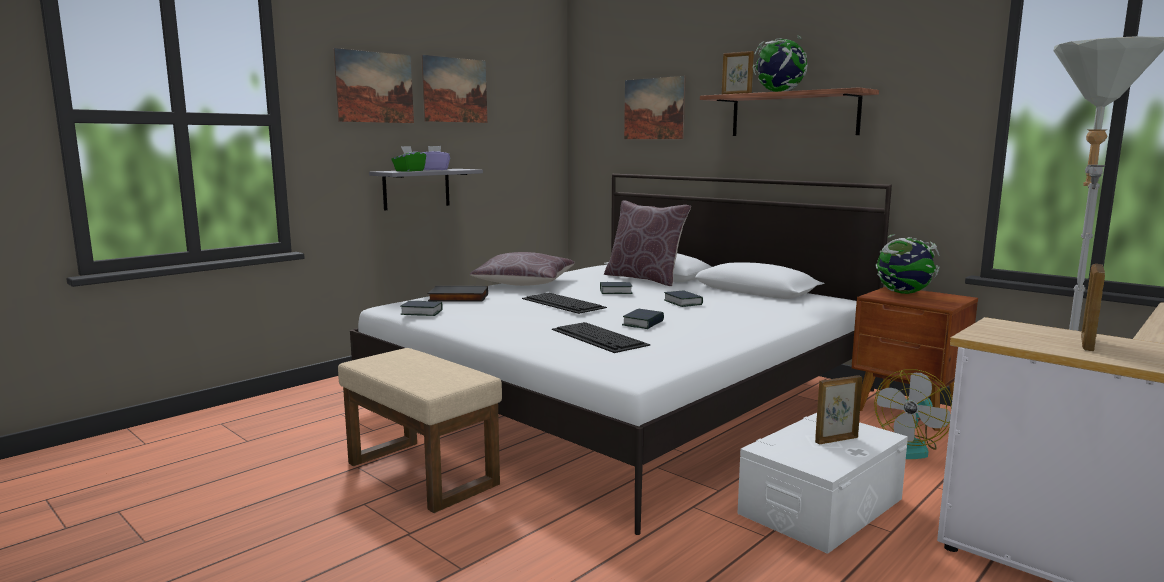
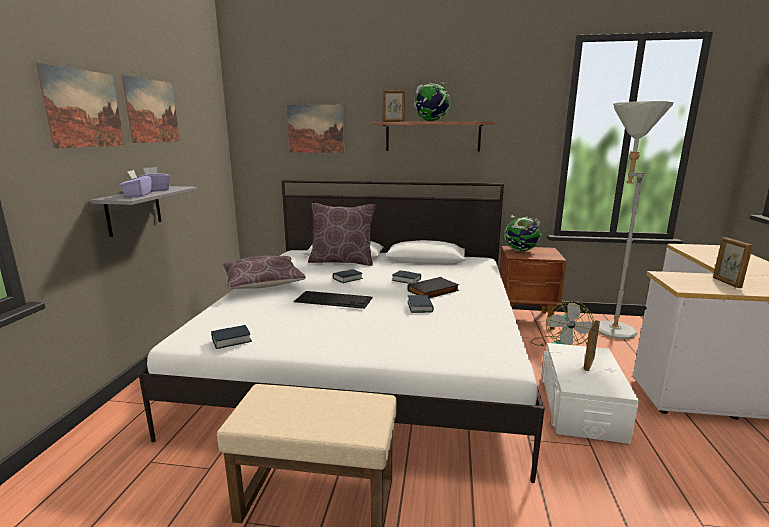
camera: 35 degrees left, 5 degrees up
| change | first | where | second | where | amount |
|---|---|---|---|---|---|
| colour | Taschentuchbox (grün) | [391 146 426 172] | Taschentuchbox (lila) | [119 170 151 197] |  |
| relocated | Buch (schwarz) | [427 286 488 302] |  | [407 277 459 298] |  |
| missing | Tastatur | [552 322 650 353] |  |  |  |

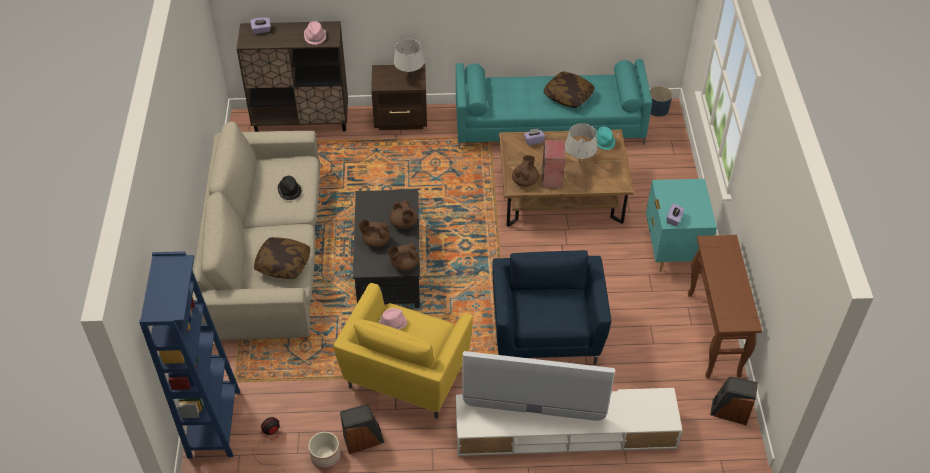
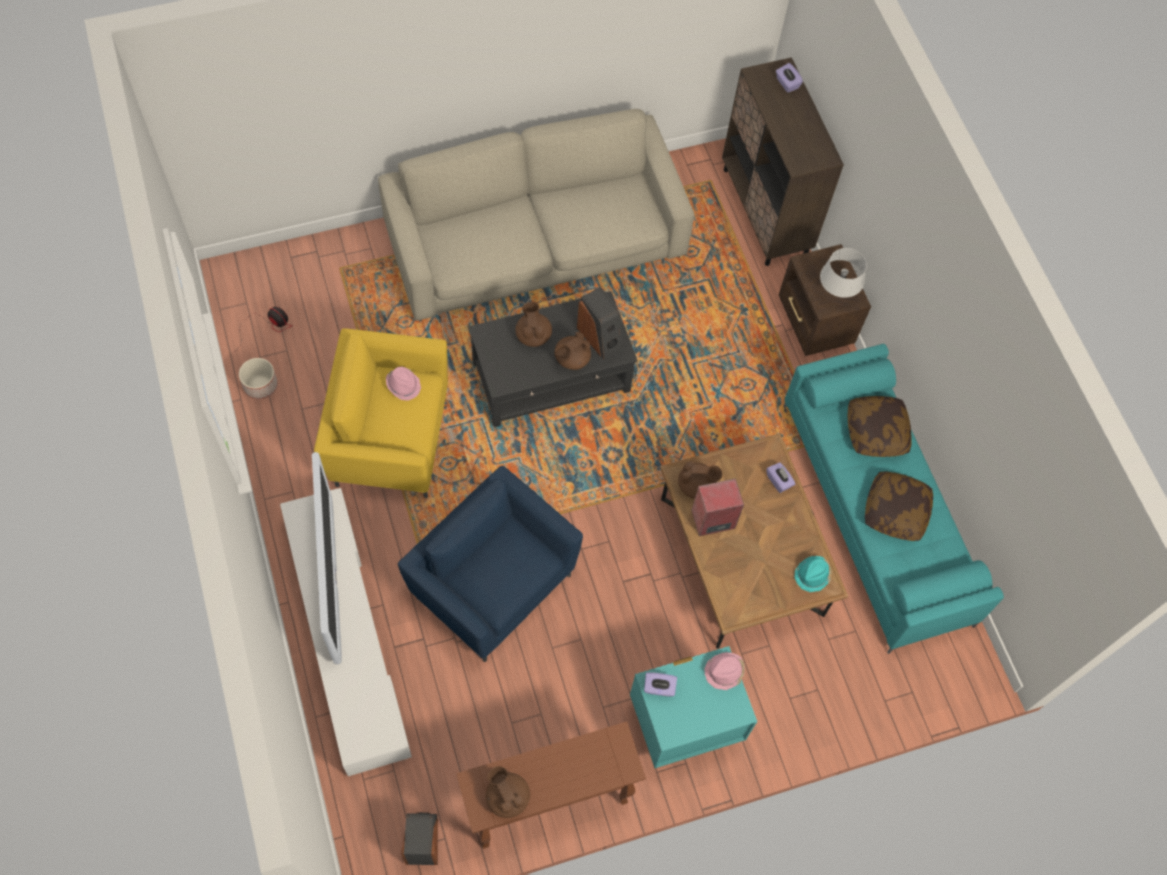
camera: 70 degrees right, 15 degrees up
| change | first | where | second | where | amount |
|---|---|---|---|---|---|
| relocated | Hut (rosa) | [304 21 326 45] |  | [704 652 745 690] |  |
| missing | Pflanzkübel (blau) | [650 86 672 117] |  |  |  |
| missing | Tischlampe (grau) | [565 123 597 163] |  |  |  |
| missing | Hut (schwarz) | [277 176 302 200] |  |  |  |
| relocated | Kissen | [254 237 310 279] |  | [847 396 912 457] |  |
| relocated | Teekanne (braun) | [387 242 419 271] |  | [486 766 530 818] |  |
| spun | Sessel (blau) | [493 250 612 365] |  | [398 466 583 662] | 120 degrees counterclockwise |
| missing | Bücherregal (blau) | [139 251 240 459] |  |  |  |
| relocated | Lautsprecher | [340 405 385 454] |  | [577 287 622 360] |  |

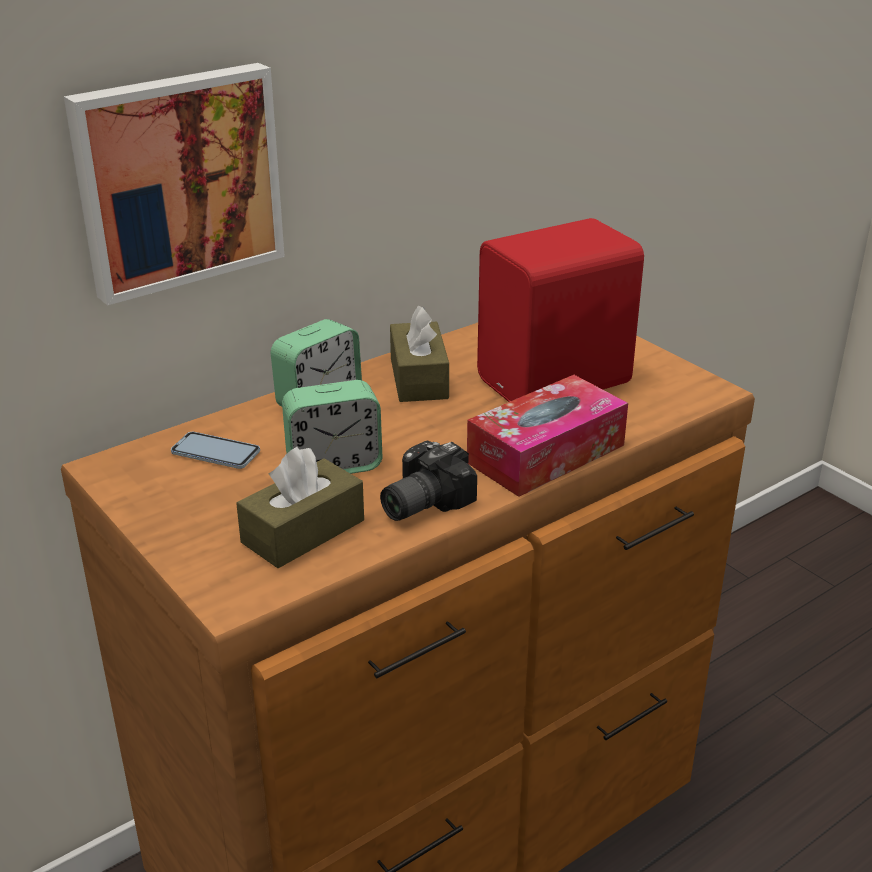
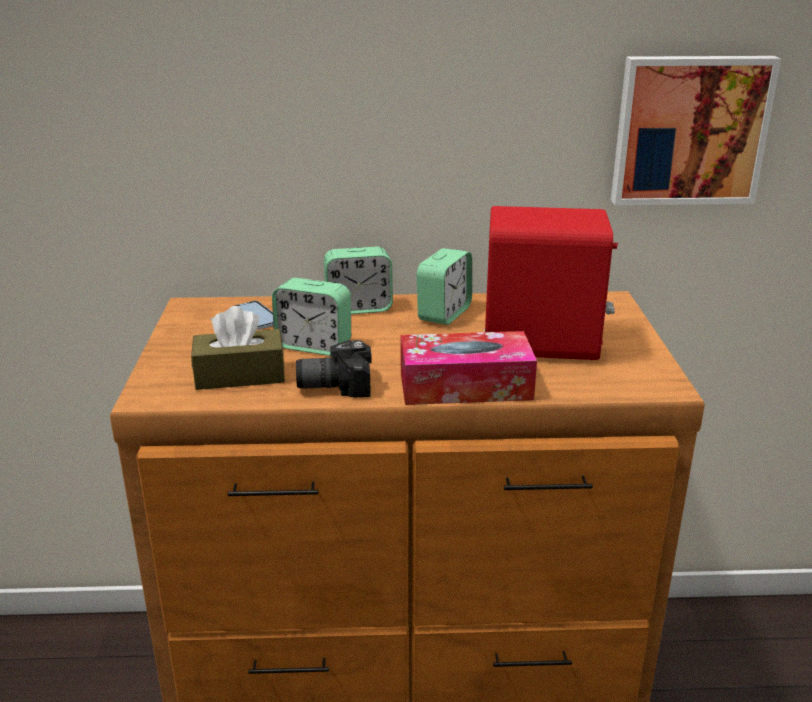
camera: 35 degrees right, 5 degrees down
| change | first | where | second | where | amount |
|---|---|---|---|---|---|
| relocated | Bild | [64 63 285 306] |  | [611 56 781 205] |  |
| exchanged | Taschentuchbox (braun) | [390 306 449 402] | Wecker | [417 248 472 325] |  |

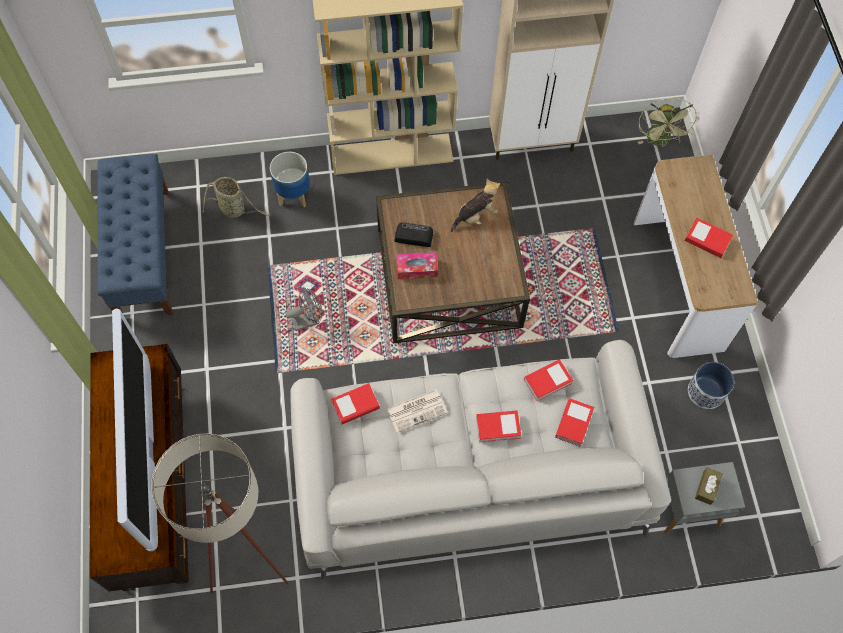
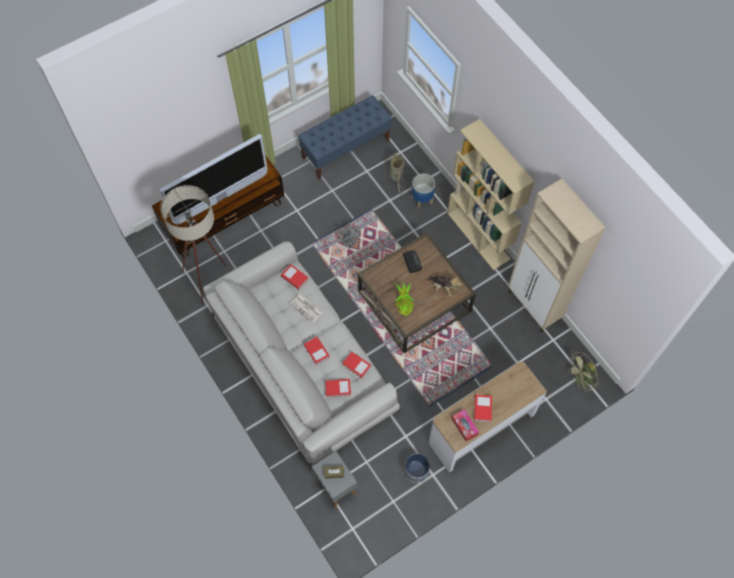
camera: 65 degrees right, 0 degrees up
| change | first | where | second | where | amount |
|---|---|---|---|---|---|
| relocated | Taschentuchbox | [396 252 438 279] |  | [452 409 479 441] |  |
| appeared |  |  | Topfpflanze | [395 281 414 316] |  |

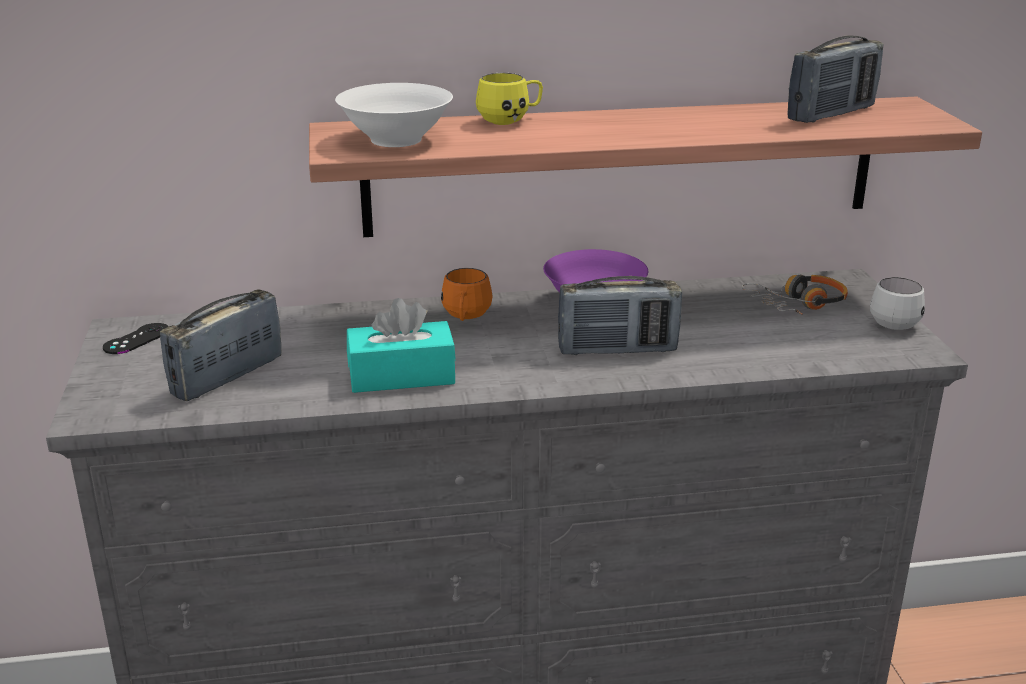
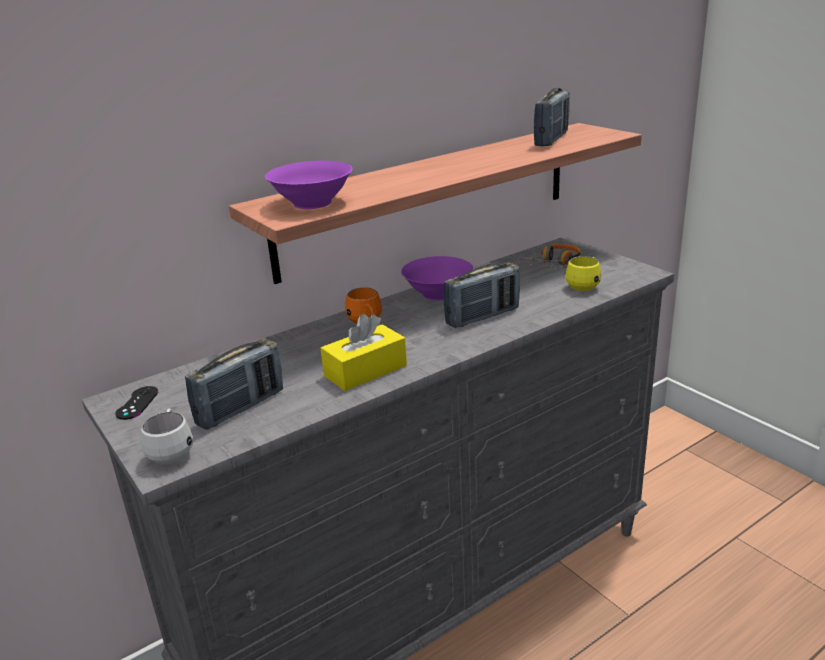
camera: 25 degrees left, 0 degrees up
| change | first | where | second | where | amount |
|---|---|---|---|---|---|
| relocated | Henkelbecher (gelb) | [476 73 543 125] |  | [565 256 601 291] |  |
| colour | Schüssel (weiß) | [335 83 453 147] | Schüssel (lila) | [265 161 352 209] |  |
| relocated | Henkelbecher (weiß) | [870 277 925 330] |  | [141 409 193 465] |  |
| spun | Radio | [160 289 281 401] |  | [185 339 283 430] | 150 degrees counterclockwise |
| colour | Taschentuchbox (türkis) | [347 298 456 393] | Taschentuchbox (gelb) | [321 314 407 391] |  |

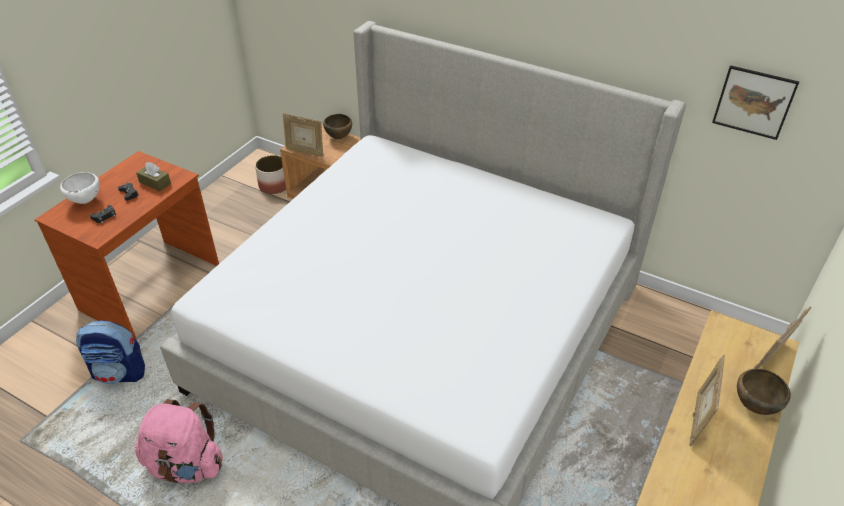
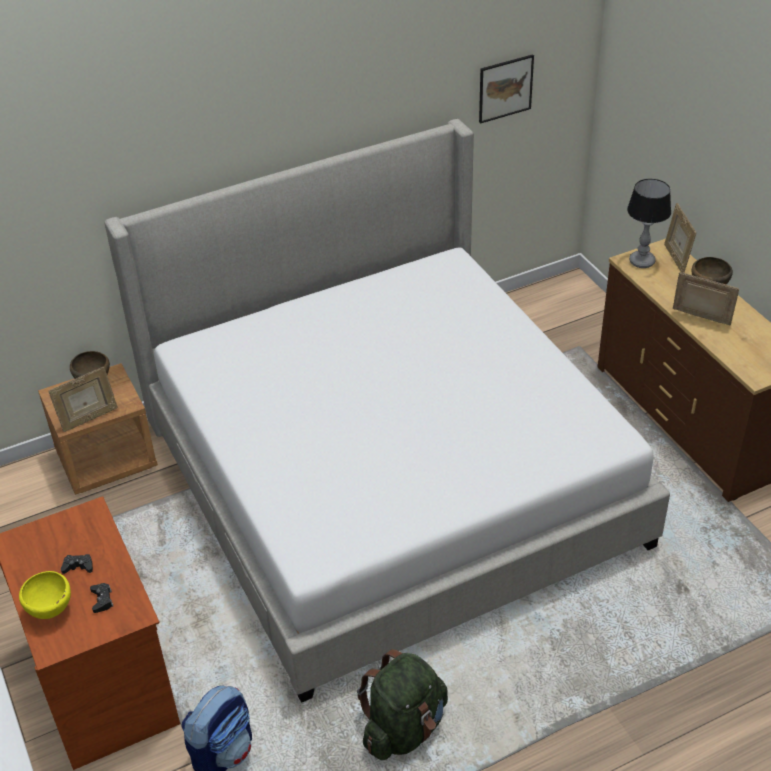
camera: 55 degrees left, 0 degrees up
| change | first | where | second | where | amount |
|---|---|---|---|---|---|
| missing | Pflanzkübel | [255 155 286 194] |  |  |  |
| missing | Taschentuchbox (braun) | [136 162 171 191] |  |  |  |
| colour | Schüssel (weiß) | [60 172 100 204] | Schüssel (gelb) | [19 571 71 619] |  |
| spun | Bilderrahmen | [689 355 725 447] |  | [673 272 739 326] | 150 degrees clockwise |
| colour | Rucksack (rosa) | [135 399 223 483] | Rucksack (grün) | [357 649 448 760] |  |
| appeared |  |  | Tischlampe | [627 179 671 268] |  |

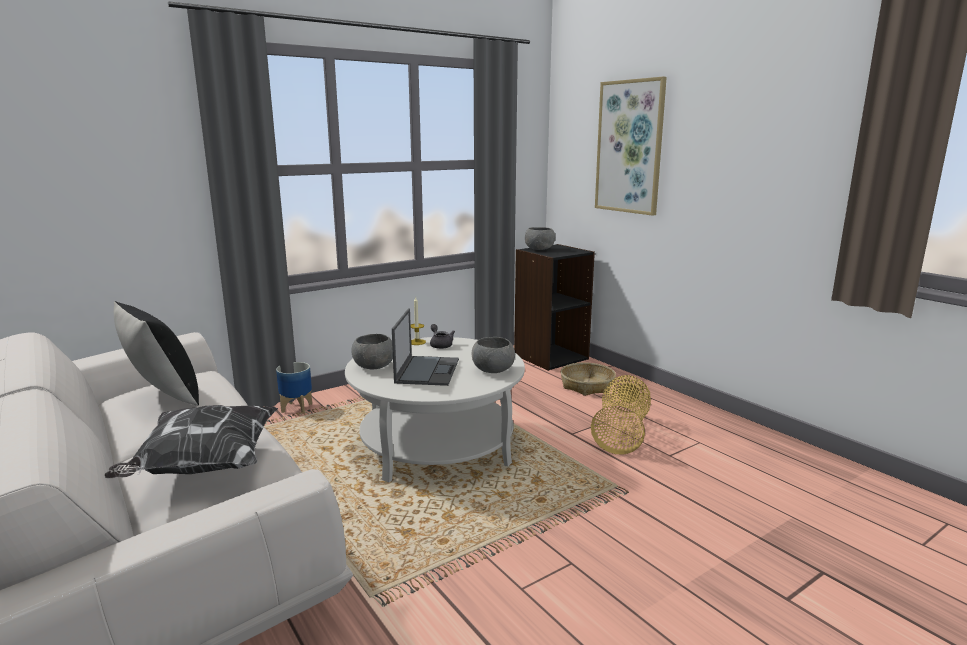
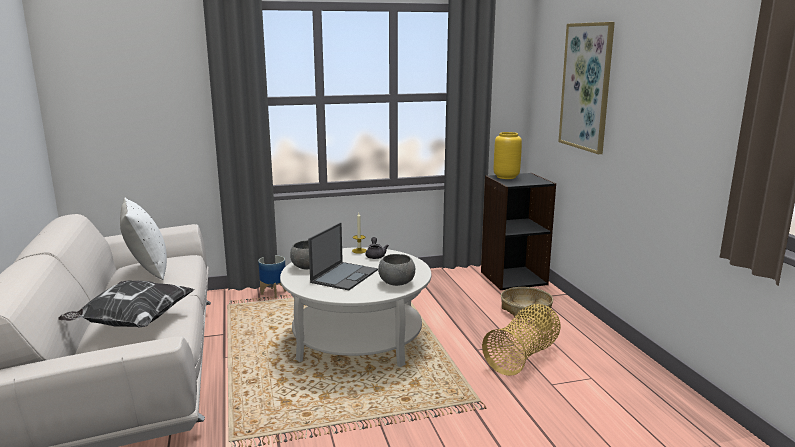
camera: 20 degrees right, 0 degrees up
| change | first | where | second | where | amount |
|---|---|---|---|---|---|
| exchanged | Schüssel (grau) | [525 227 555 250] | Vase (gelb) | [494 132 522 179] |  |
| colour | Kissen (schwarz) | [114 301 199 406] | Kissen (weiß) | [120 198 167 280] |  |

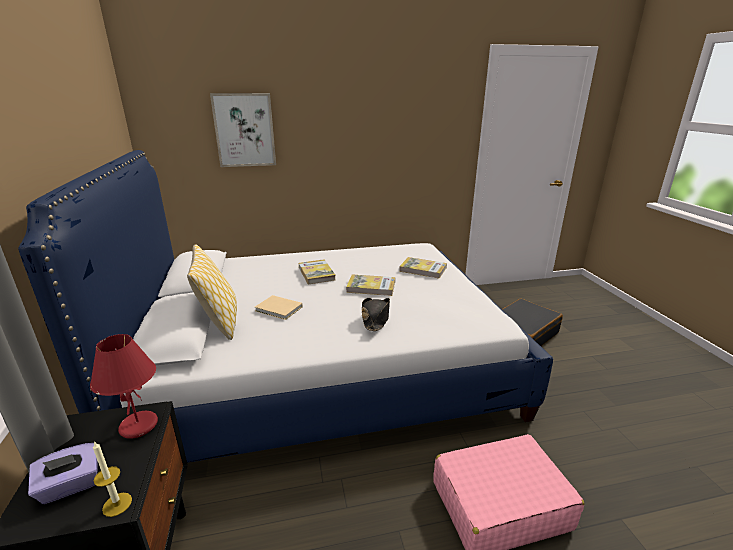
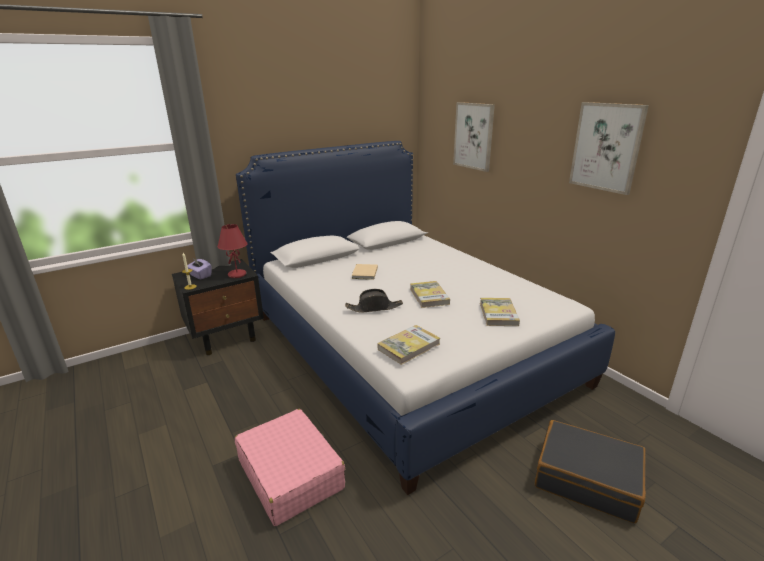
camera: 70 degrees right, 0 degrees up
| change | first | where | second | where | amount |
|---|---|---|---|---|---|
| missing | Kissen | [187 244 237 340] |  |  |  |
| relocated | Buch | [299 259 335 285] |  | [378 325 440 365] |  |
| appeared |  |  | Bild | [569 102 649 195] |  |

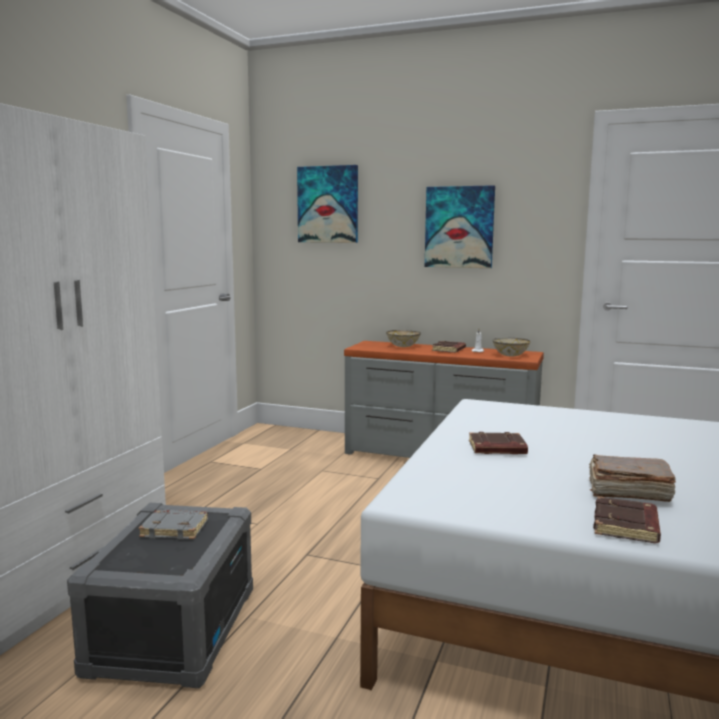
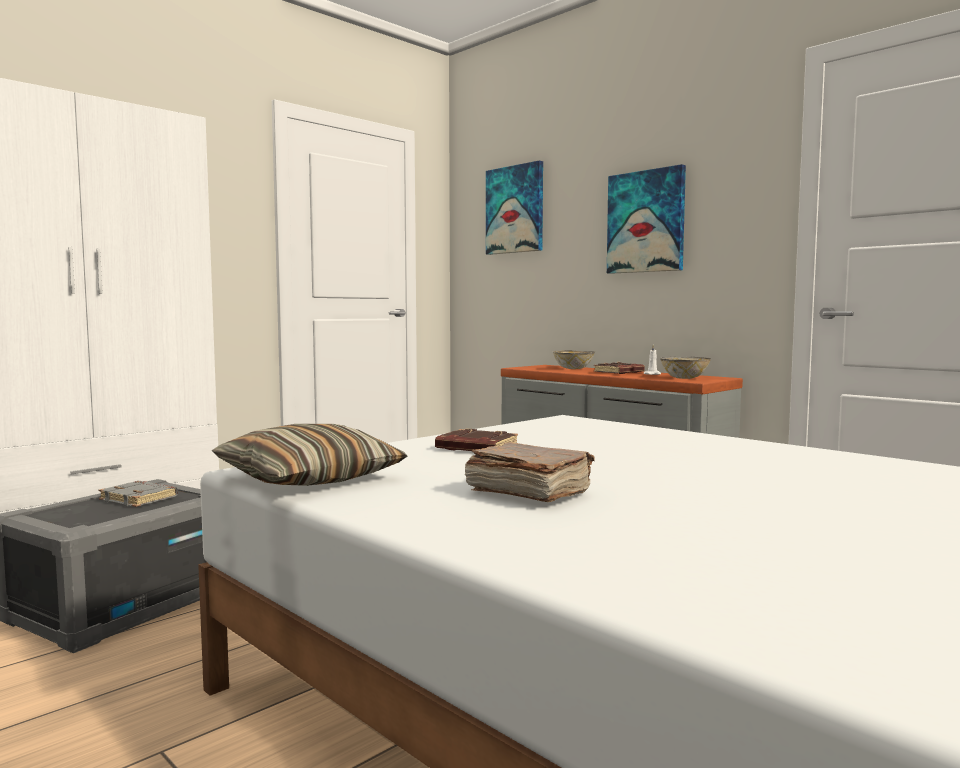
camera: 25 degrees right, 5 degrees down
| change | first | where | second | where | amount |
|---|---|---|---|---|---|
| missing | Buch (braun) | [593 496 661 543] |  |  |  |
| appeared |  |  | Kissen | [212 424 407 486] |  |

